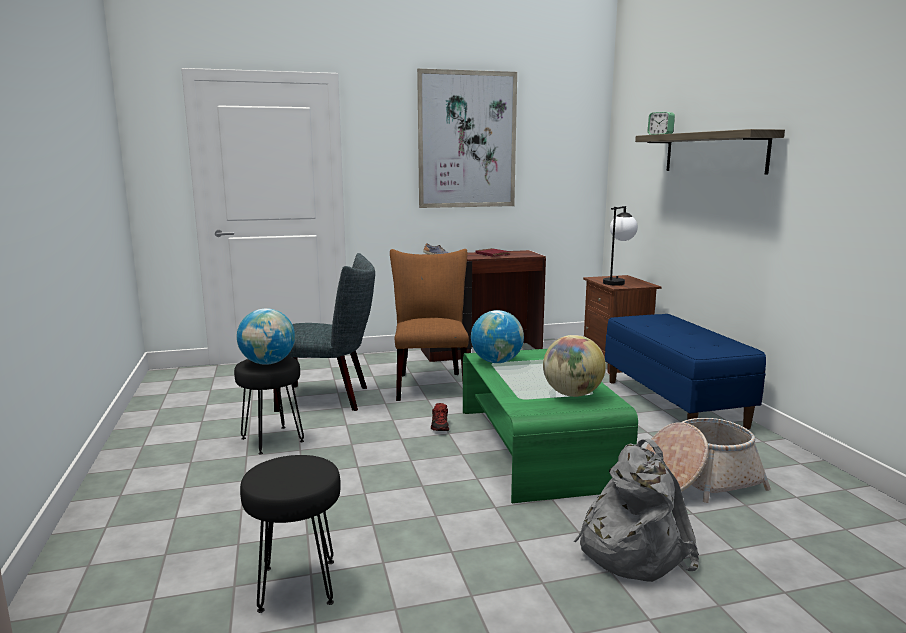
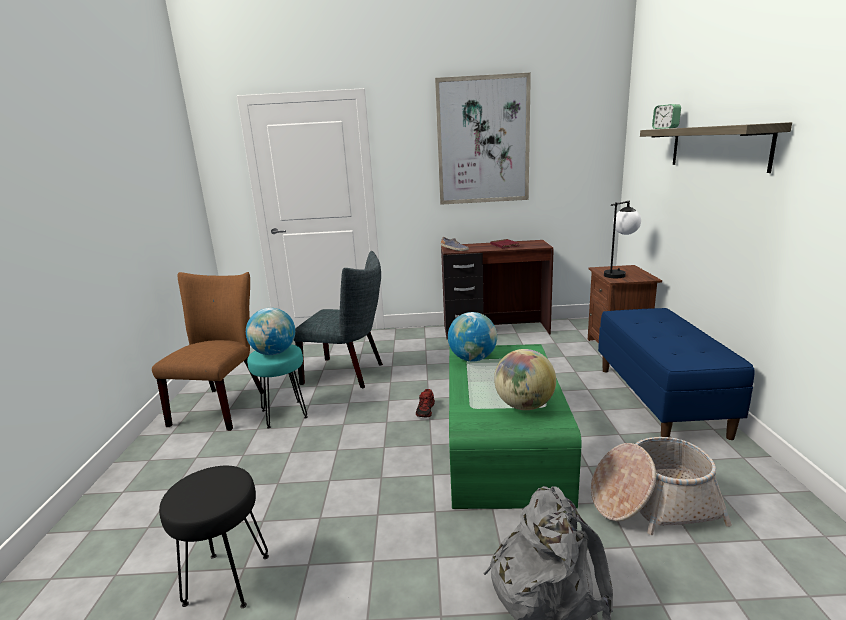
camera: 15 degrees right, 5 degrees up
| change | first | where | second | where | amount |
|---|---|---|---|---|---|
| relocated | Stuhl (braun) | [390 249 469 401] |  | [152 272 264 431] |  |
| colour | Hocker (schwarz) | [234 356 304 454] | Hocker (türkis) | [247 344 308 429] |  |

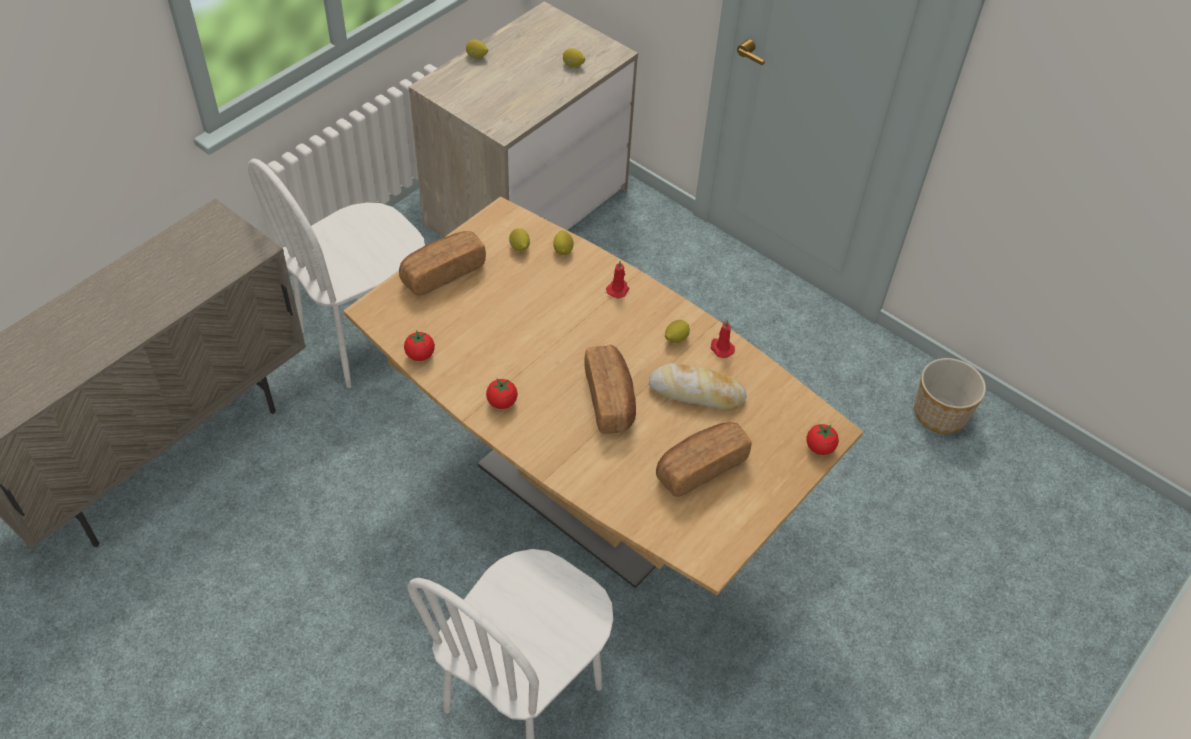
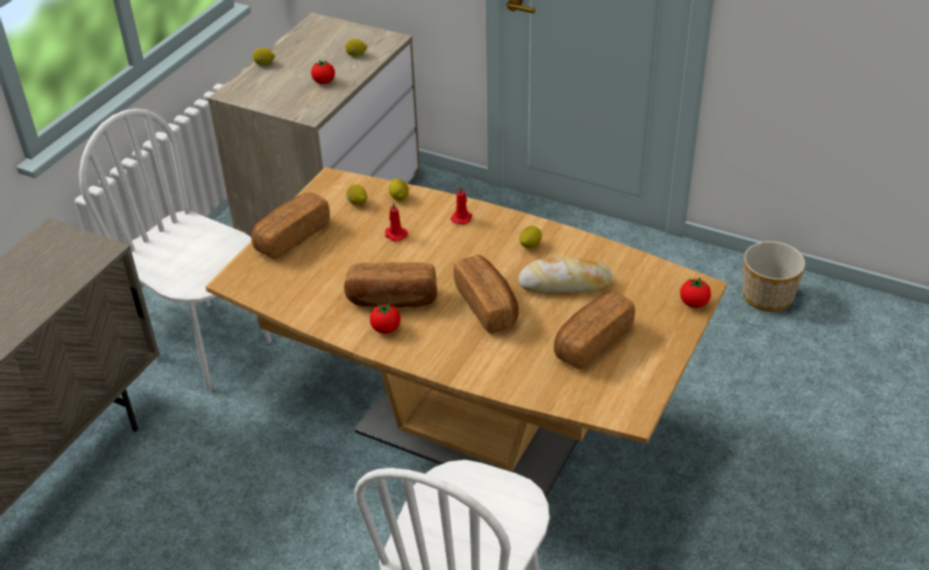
camera: 10 degrees left, 10 degrees down
| change | first | where | second | where | amount |
|---|---|---|---|---|---|
| spun | Stuhl (weiß) | [248 158 425 388] |  | [79 109 272 391] | 90 degrees clockwise |
| relocated | Kerze (rot) | [711 320 735 358] |  | [385 202 408 242] |  |
| relocated | Tomate | [404 330 435 361] |  | [311 60 335 84] |  |
| appeared |  |  | Brot | [344 262 438 308] |  |

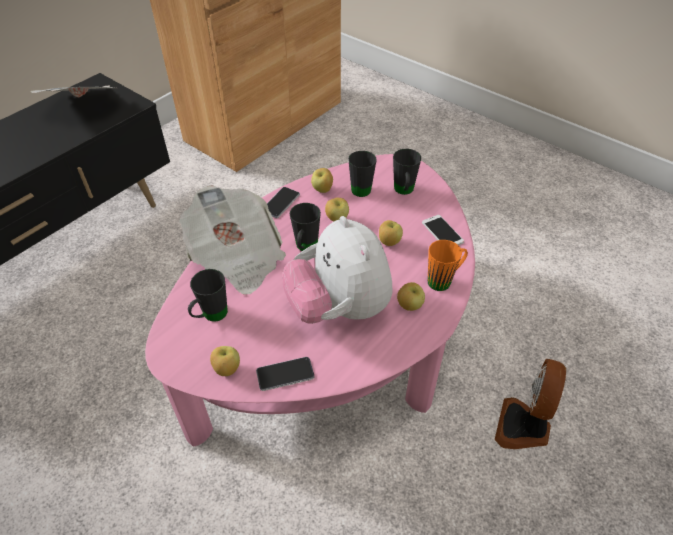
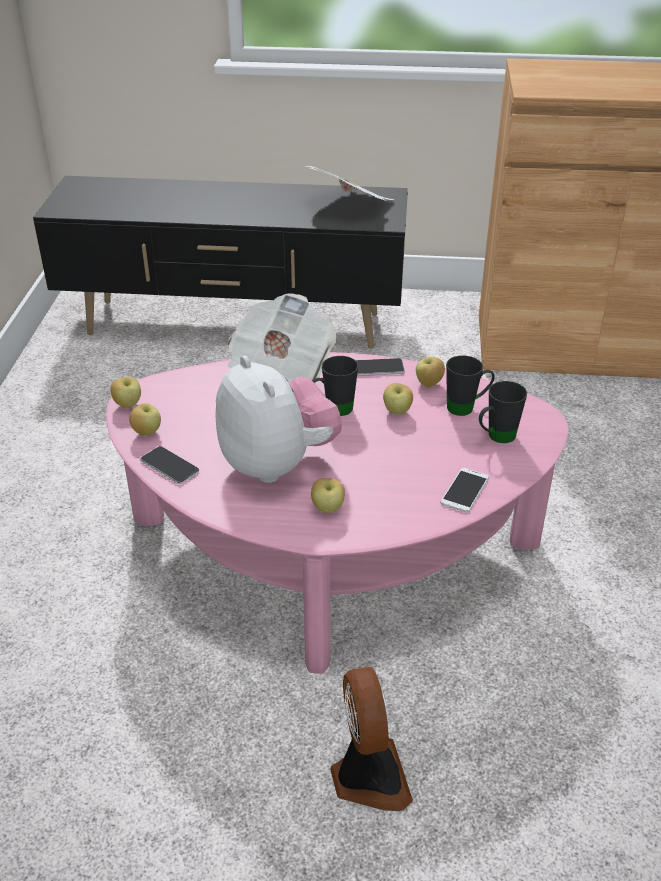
camera: 55 degrees right, 10 degrees down
| change | first | where | second | where | amount |
|---|---|---|---|---|---|
| spun | Plüschtier | [283 216 393 324] |  | [215 355 342 483] | 120 degrees clockwise |
| relocated | Apfel | [379 220 403 246] |  | [110 377 141 408] |  |
| missing | Henkelbecher (orange) | [428 240 468 291] |  |  |  |
| missing | Henkelbecher (schwarz) | [188 269 228 322] |  |  |  |
| spun | Ventilator | [495 359 566 449] |  | [330 667 413 811] | 90 degrees clockwise |

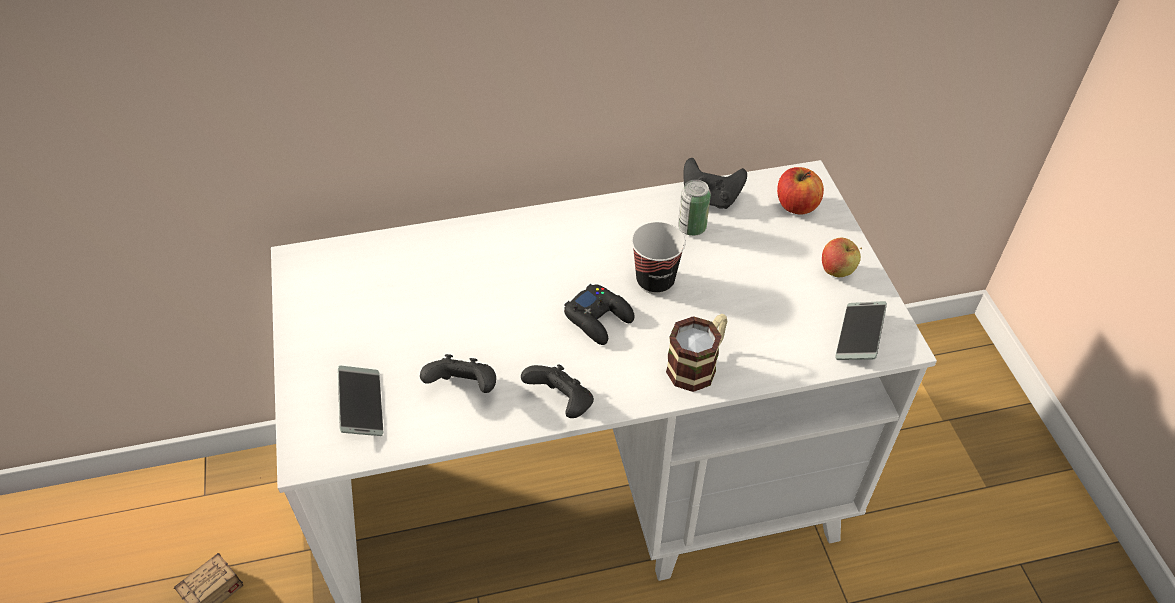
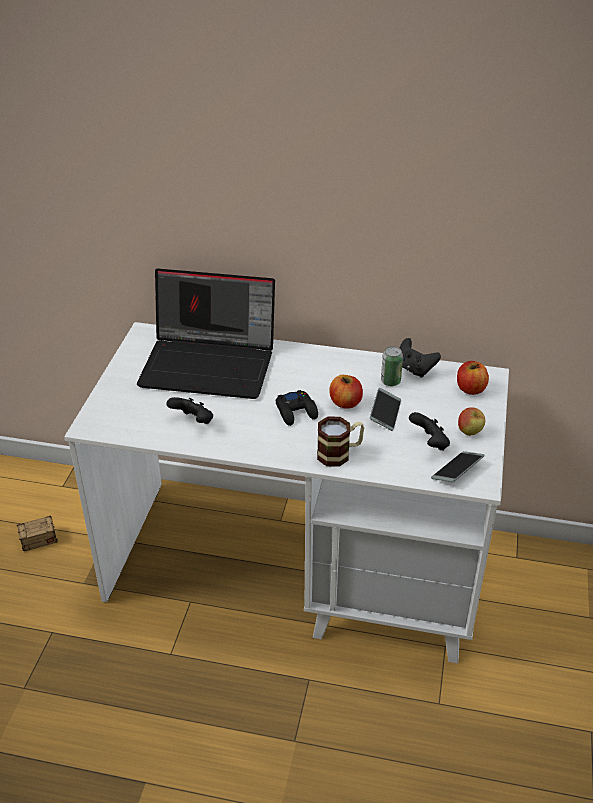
camera: 25 degrees right, 10 degrees down
| change | first | where | second | where | amount |
|---|---|---|---|---|---|
| exchanged | Tasse | [631 222 686 294] | Apfel | [329 375 363 409] |  |
| relocated | Gamepad (schwarz) | [521 364 594 418] |  | [409 412 450 451] |  |
| relocated | Handy | [338 366 383 436] |  | [370 388 401 431] |  |
| appeared |  |  | Laptop | [137 269 275 399] |  |

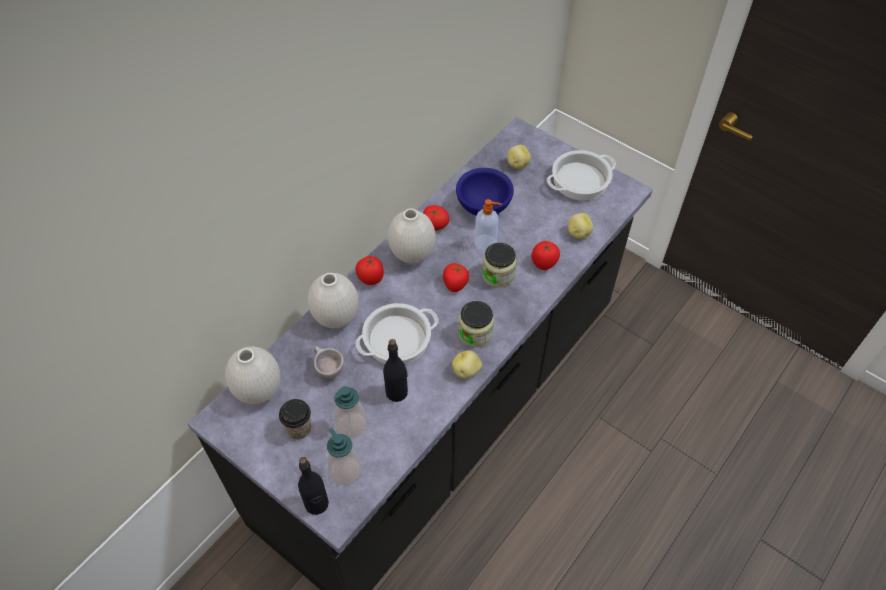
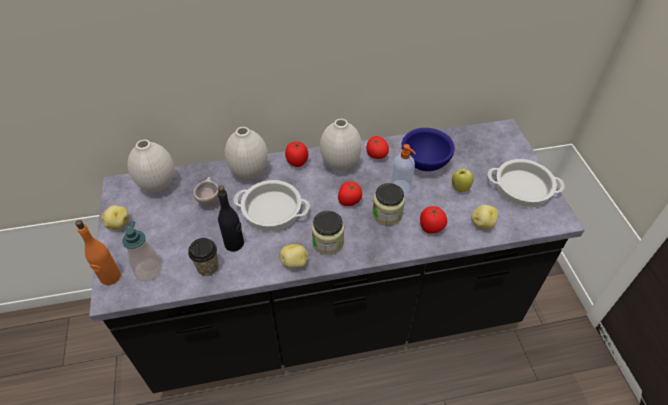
camera: 40 degrees right, 5 degrees down
| change | first | where | second | where | amount |
|---|---|---|---|---|---|
| relocated | Kartoffel | [507 145 531 169] |  | [101 205 129 230] |  |
| missing | Seifenspender | [334 386 367 438] |  |  |  |
| relocated | Tasse | [279 399 311 439] |  | [188 238 219 276] |  |
| colour | Flasche (schwarz) | [298 457 329 515] | Flasche (orange) | [75 220 121 285] |  |
| appeared |  |  | Apfel | [452 169 473 192] |  |

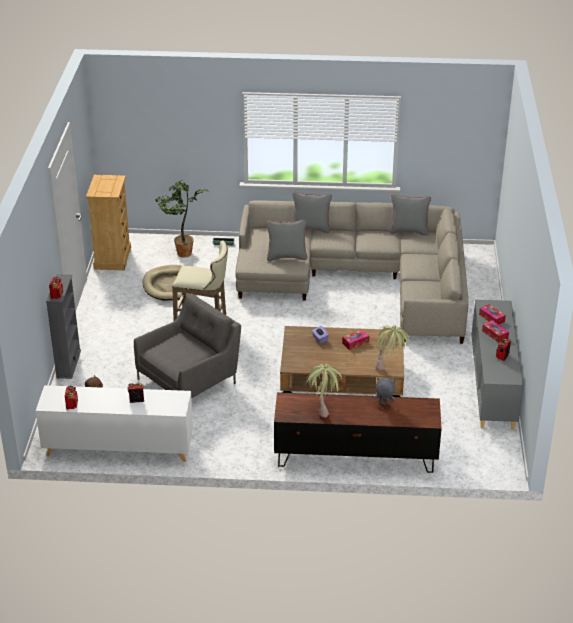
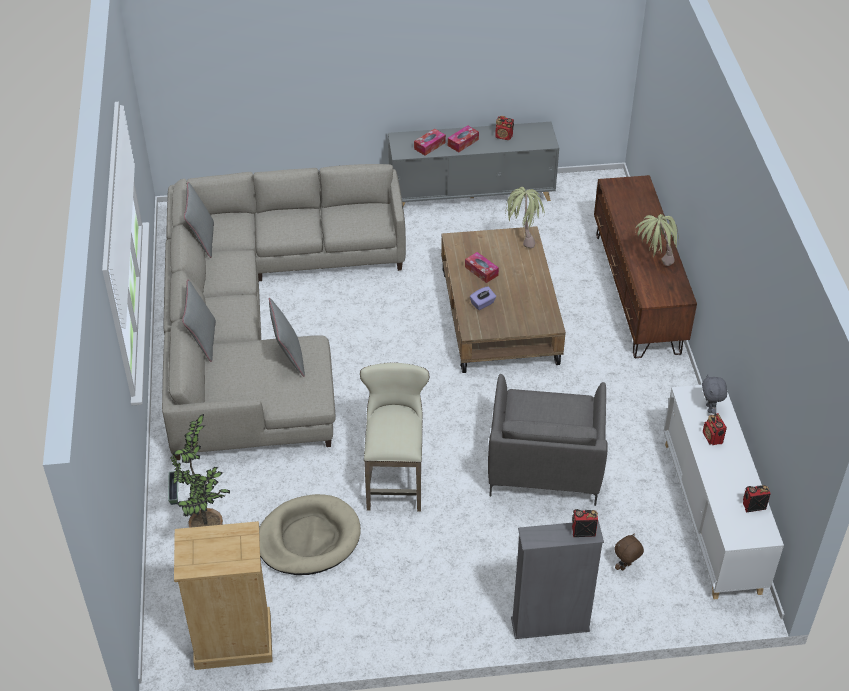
camera: 100 degrees left, 10 degrees up
| change | first | where | second | where | amount |
|---|---|---|---|---|---|
| spun | Sessel (grau) | [134 293 241 398] |  | [488 374 608 506] | 120 degrees counterclockwise |
| relocated | Plüschtier (grau) | [374 378 395 404] |  | [702 374 727 414] |  |

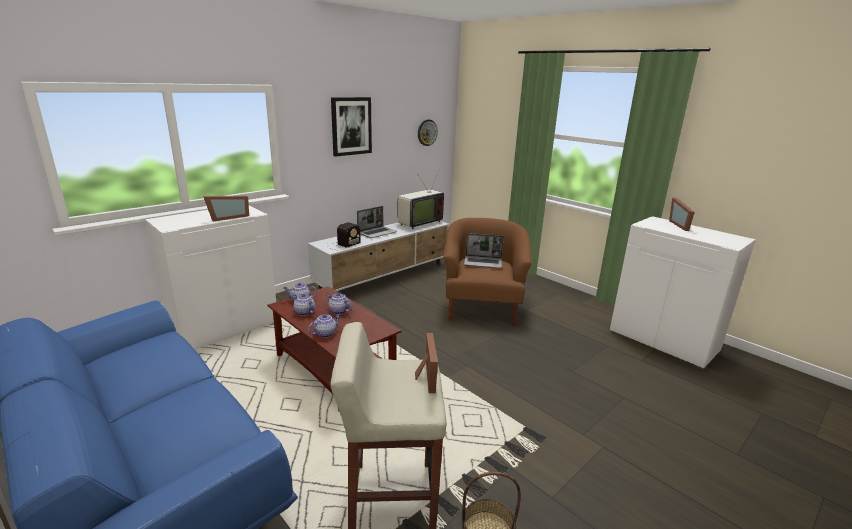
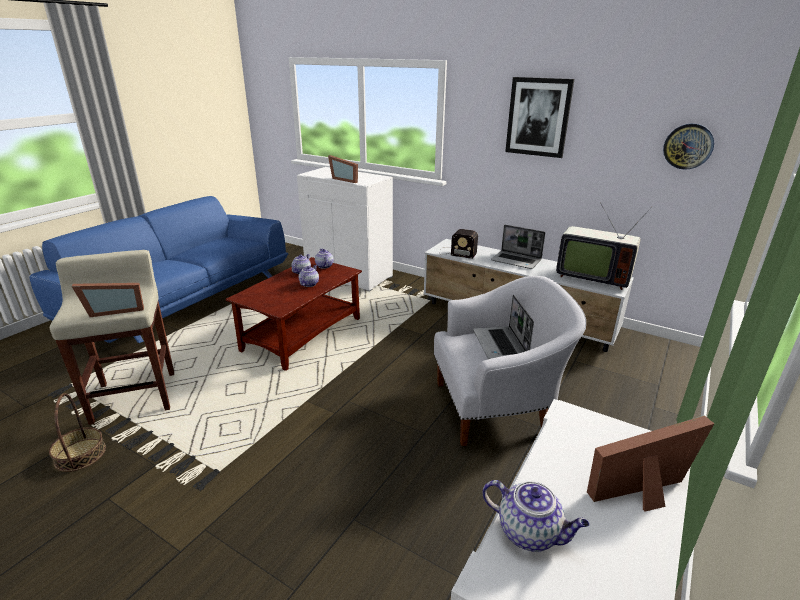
camera: 75 degrees right, 5 degrees up
| change | first | where | second | where | amount |
|---|---|---|---|---|---|
| colour | Sessel (braun) | [444 218 532 325] | Sessel (weiß) | [433 276 586 446] |  |
| relocated | Teekanne | [308 314 341 338] |  | [483 480 589 552] |  |

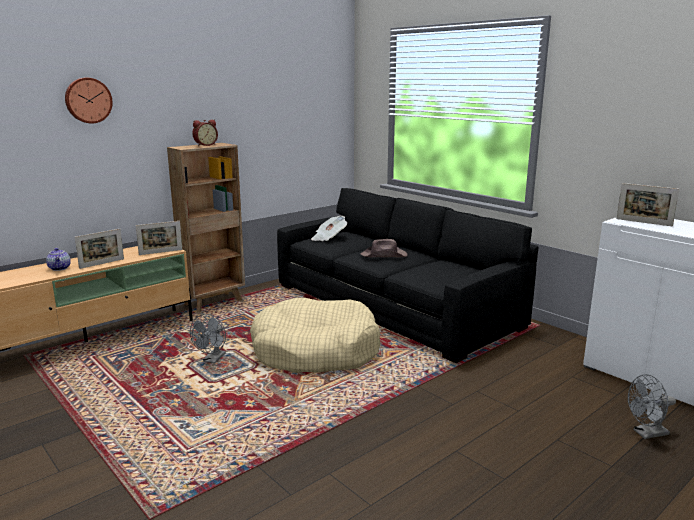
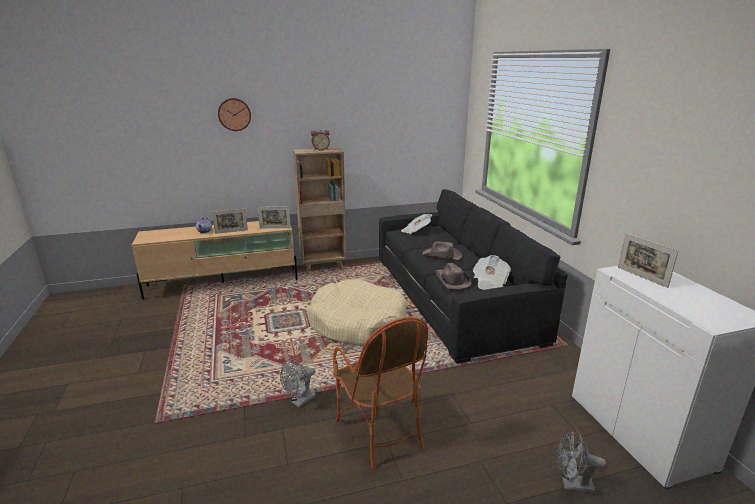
camera: 25 degrees right, 5 degrees up
| change | first | where | second | where | amount |
|---|---|---|---|---|---|
| relocated | Ventilator (grau) | [190 314 226 363] |  | [280 359 316 408] |  |
| appeared |  |  | Zeitung | [473 255 511 290] |  |
| appeared |  |  | Hut (braun) | [435 263 472 289] |  |
| appeared |  |  | Sessel | [333 317 428 470] |  |

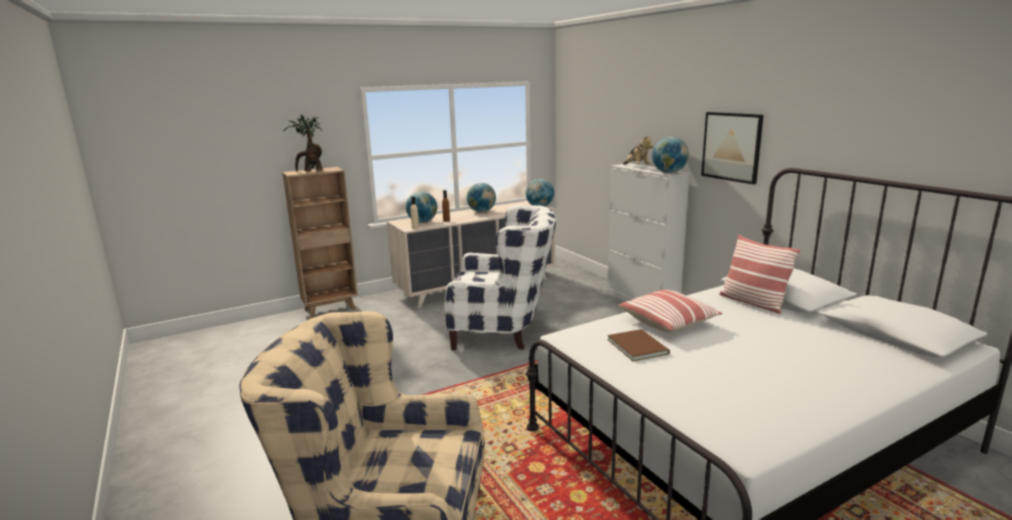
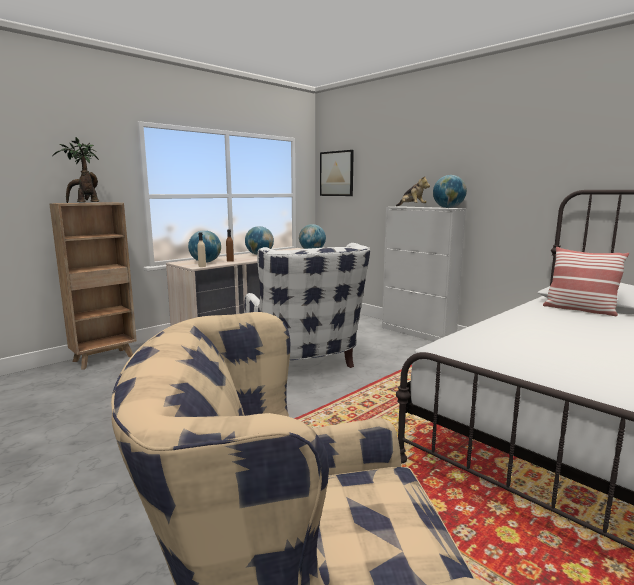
camera: 15 degrees left, 5 degrees down
| change | first | where | second | where | amount |
|---|---|---|---|---|---|
| relocated | Bild | [701 112 764 185] |  | [320 150 354 196] |  |
| spun | Sessel (weiß) | [444 205 556 350] |  | [244 243 370 368] | 75 degrees clockwise |
| missing | Kissen | [619 290 722 332] |  |  |  |
| missing | Buch (braun) | [608 329 670 361] |  |  |  |

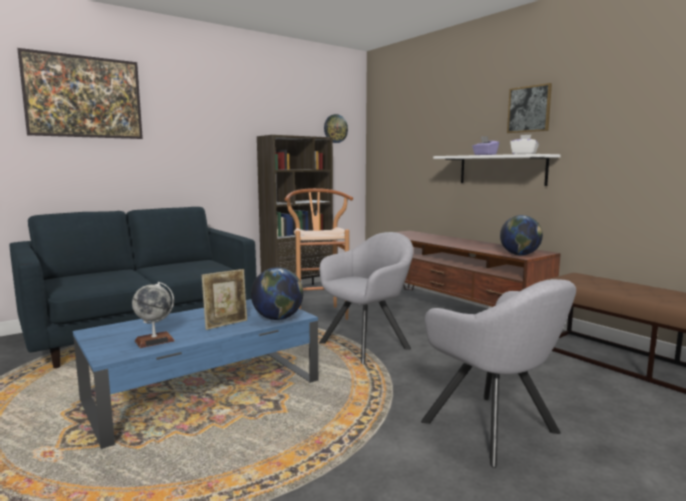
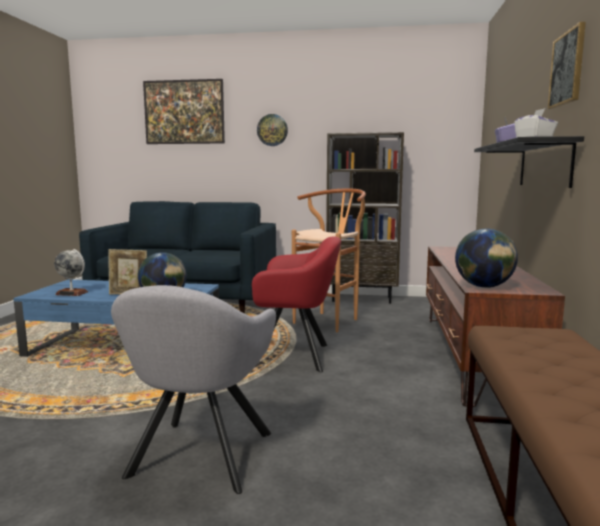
camera: 45 degrees right, 0 degrees up
| change | first | where | second | where | amount |
|---|---|---|---|---|---|
| relocated | Wanduhr | [324 114 348 143] |  | [257 114 288 146] |  |
| colour | Wandregal (weiß) | [433 154 561 186] | Wandregal (schwarz) | [474 136 584 188] |  |
| colour | Sessel (grau) | [319 232 413 364] | Sessel (rot) | [252 236 341 372] |  |

